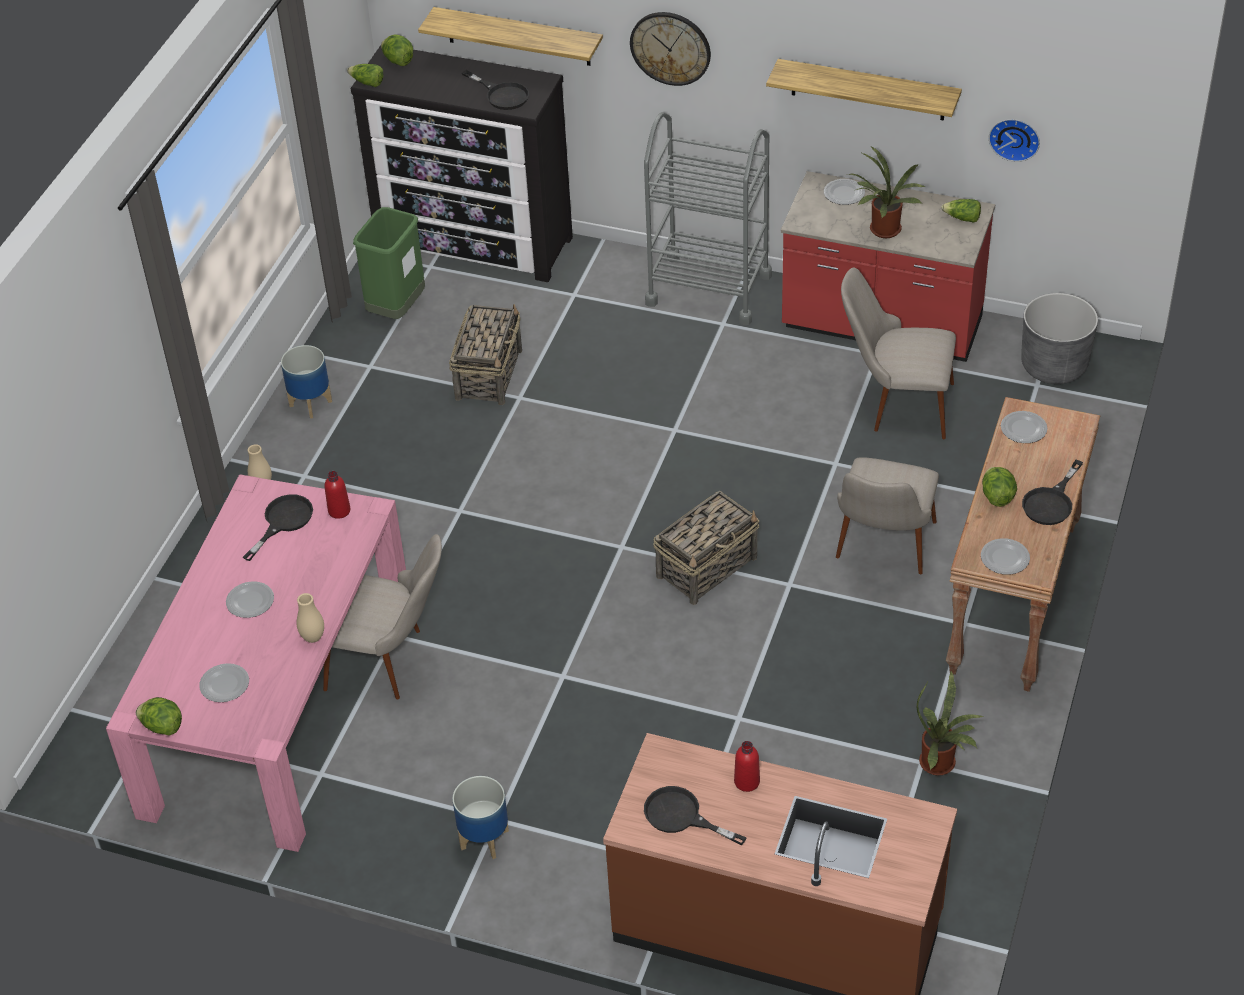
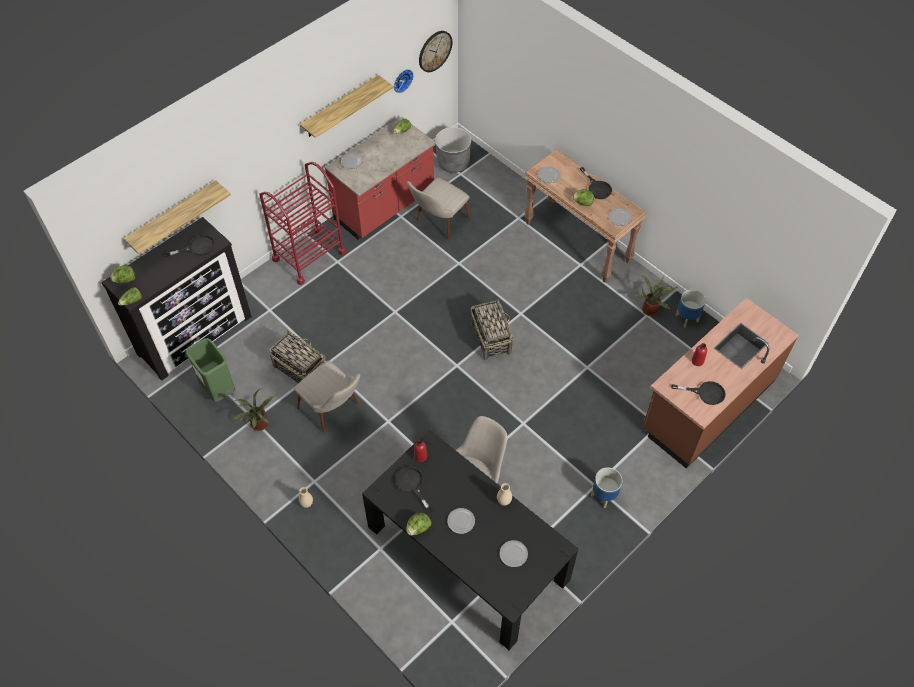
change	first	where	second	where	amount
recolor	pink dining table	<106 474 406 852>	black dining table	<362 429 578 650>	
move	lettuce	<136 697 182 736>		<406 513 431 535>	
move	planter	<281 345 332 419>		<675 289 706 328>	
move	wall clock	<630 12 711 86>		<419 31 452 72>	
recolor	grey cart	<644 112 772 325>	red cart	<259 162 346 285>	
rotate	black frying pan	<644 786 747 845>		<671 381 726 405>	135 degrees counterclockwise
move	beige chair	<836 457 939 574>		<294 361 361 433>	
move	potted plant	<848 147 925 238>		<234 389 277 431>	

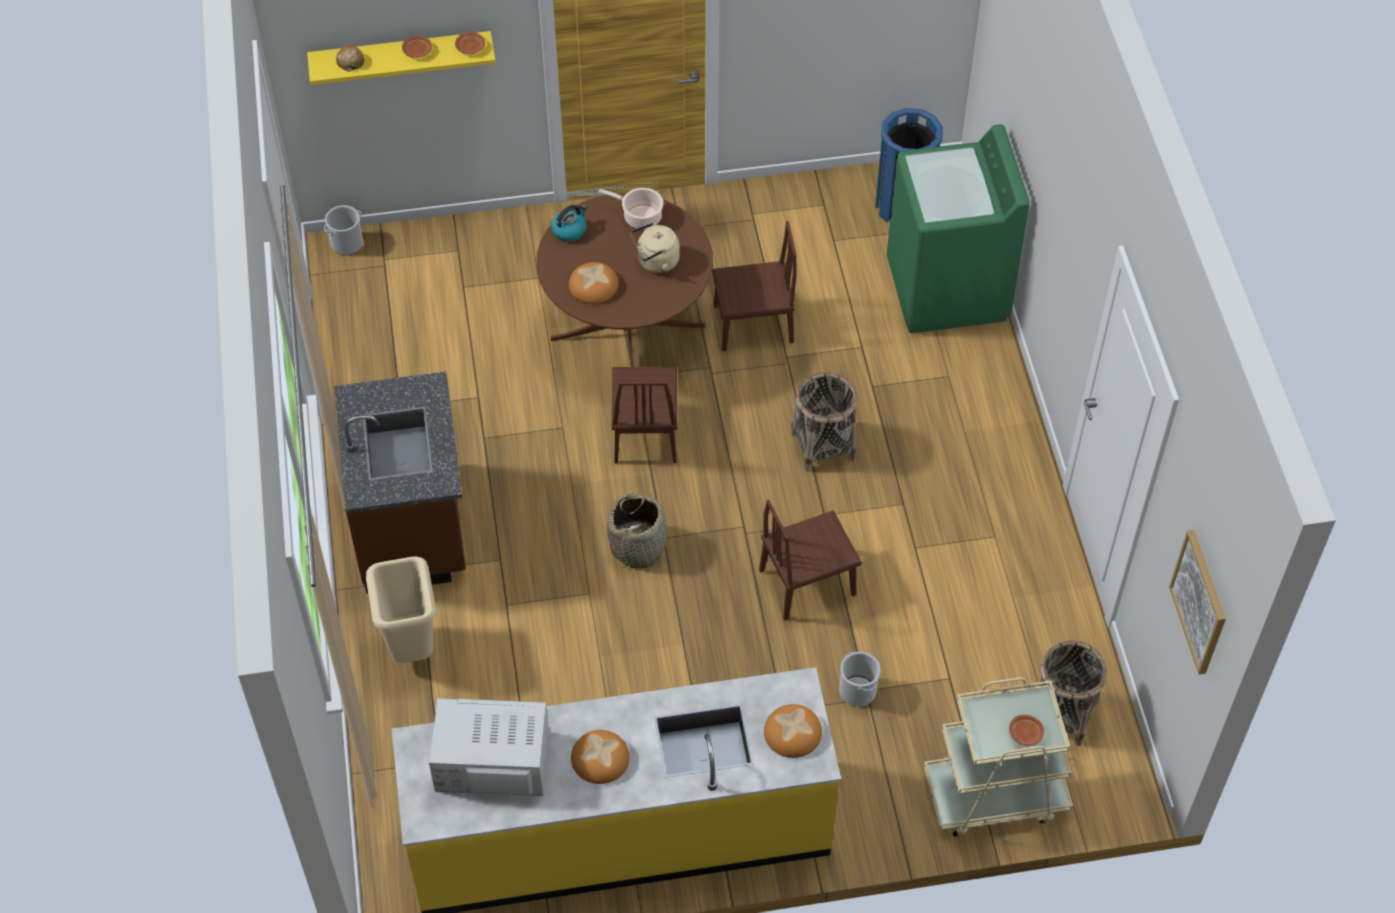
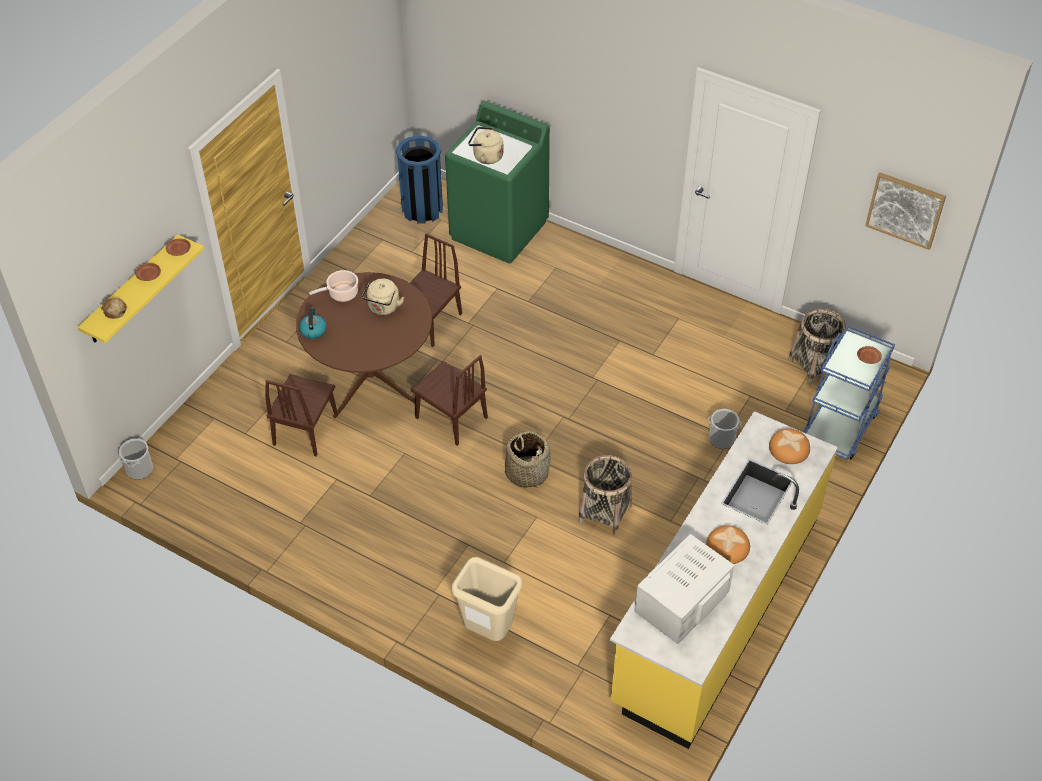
change	first	where	second	where	amount
delete	brown counter	<334 372 466 594>			
delete	bread	<569 262 619 304>			
move	brown chair	<759 500 862 621>		<265 374 337 456>	
move	basket	<790 372 857 472>		<578 455 632 536>	
recolor	beige cart	<924 677 1073 837>	blue cart	<803 325 895 460>	
insert			beige kettle	<468 127 503 164>	

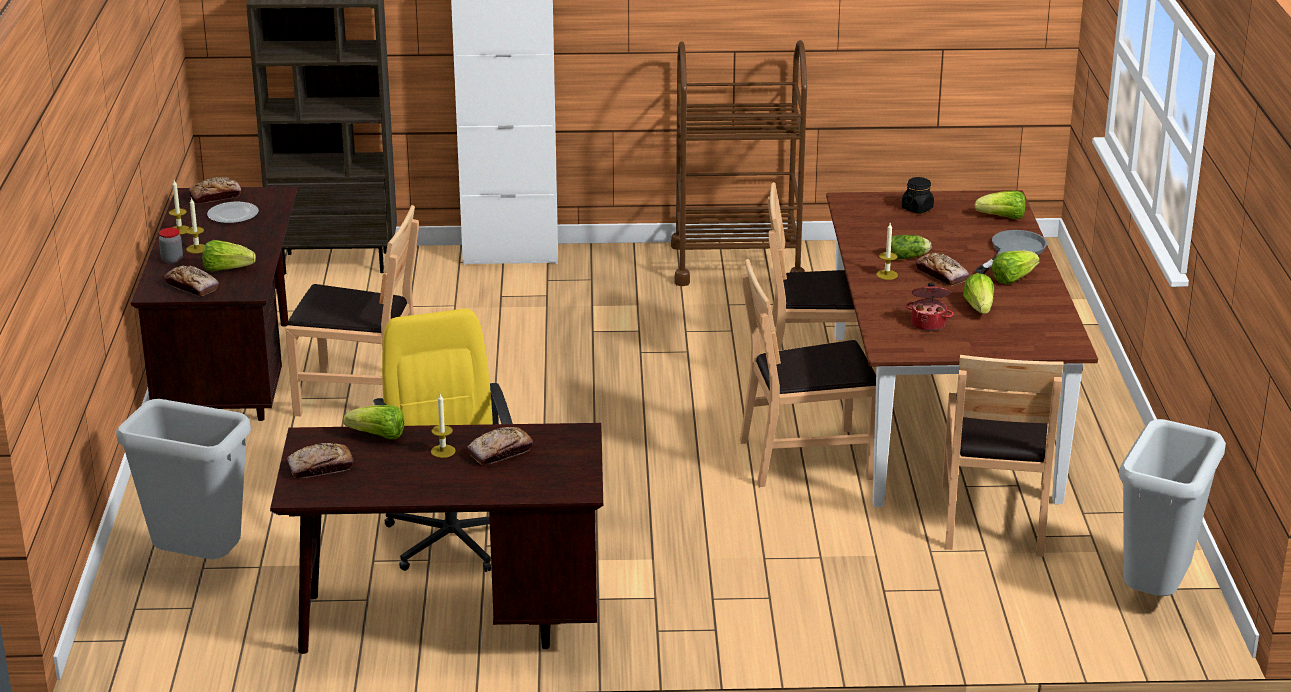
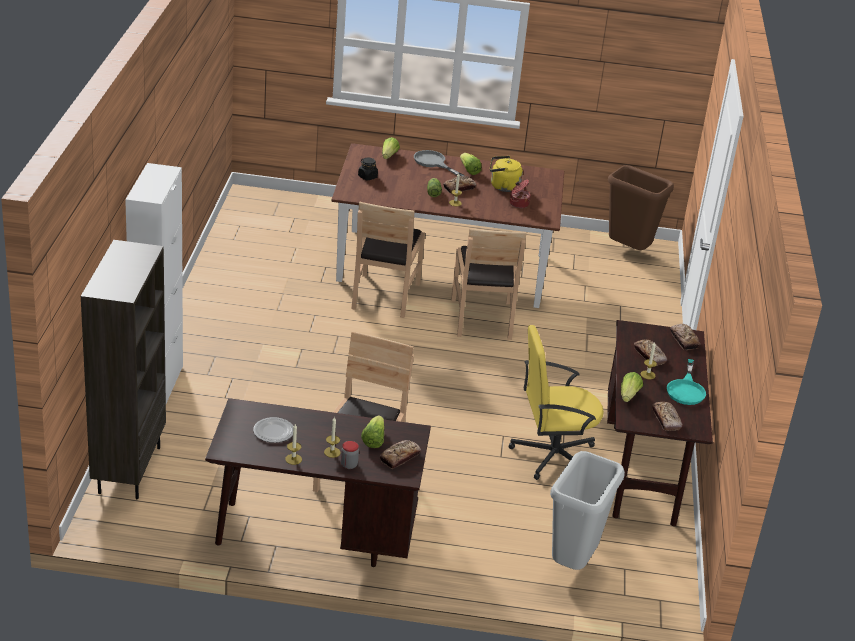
change	first	where	second	where	amount
move	bread	<188 177 241 204>		<670 324 700 350>	
delete	brown cart	<671 40 807 286>			
delete	brown chair	<942 355 1063 557>			
replace	lettuce	<963 273 994 314>	yellow kettle	<490 156 523 192>	
recolor	grey trash can	<1119 419 1226 596>	brown trash can	<608 165 674 250>	
insert			turquoise frying pan	<667 359 706 405>	

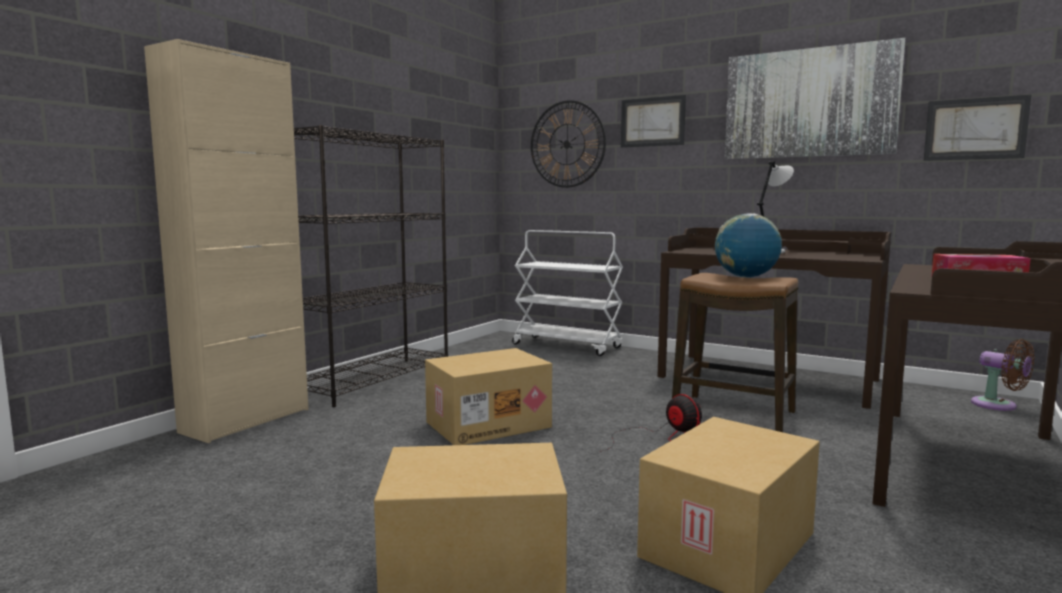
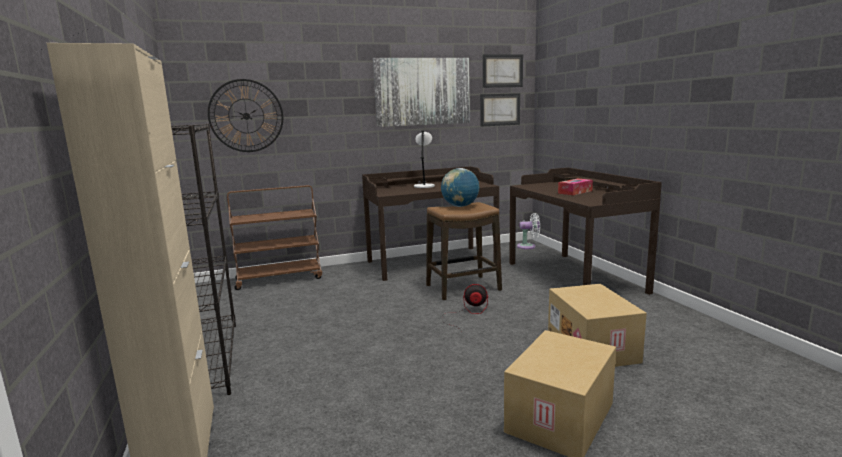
change	first	where	second	where	amount
delete	cardboard box	<425 348 552 445>			
recolor	white cart	<512 230 623 356>	brown cart	<227 185 322 290>	
move	picture	<621 95 686 148>		<483 54 523 88>	
recolor	brown fan	<971 339 1035 411>	white fan	<517 213 540 249>	

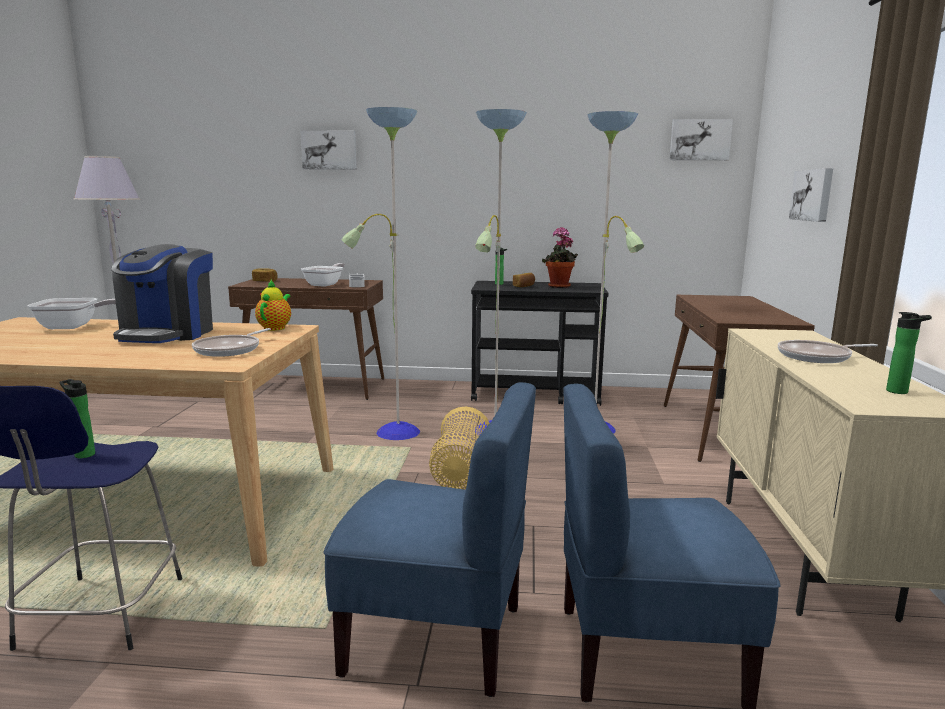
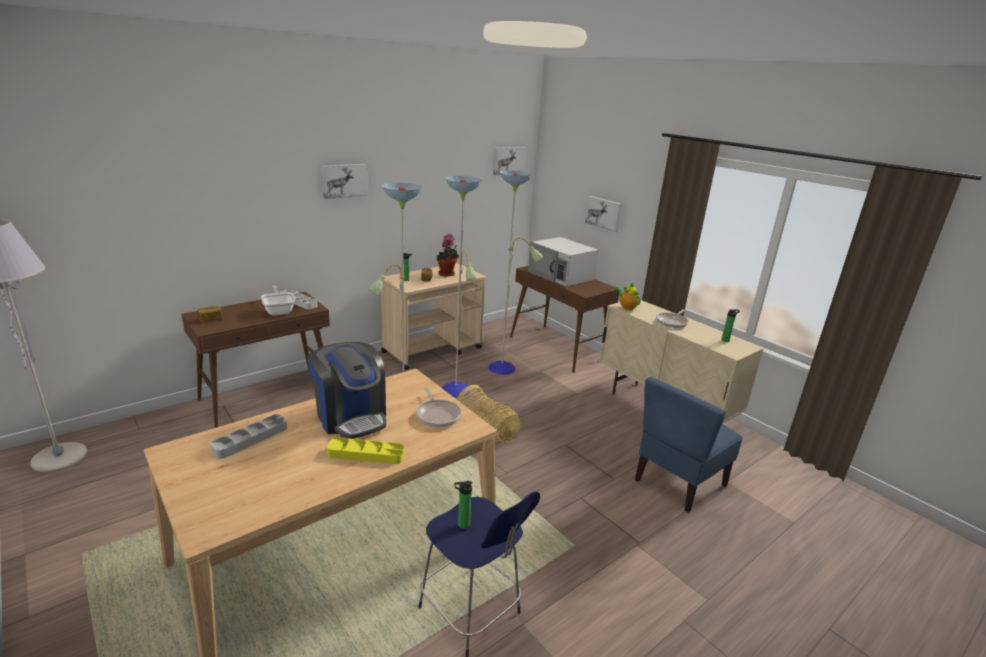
change	first	where	second	where	amount
replace	frying pan	<27 298 116 329>	grey tray	<210 414 287 459>	
move	teapot	<255 280 291 331>		<615 283 641 310>	
move	picture	<300 131 357 170>		<321 164 368 199>	
delete	blue chair	<323 382 536 697>			
recolor	black cart	<471 281 608 406>	beige cart	<381 263 486 370>	
insert			yellow tray	<327 437 405 464>	
insert			white microwave	<528 237 599 286>	

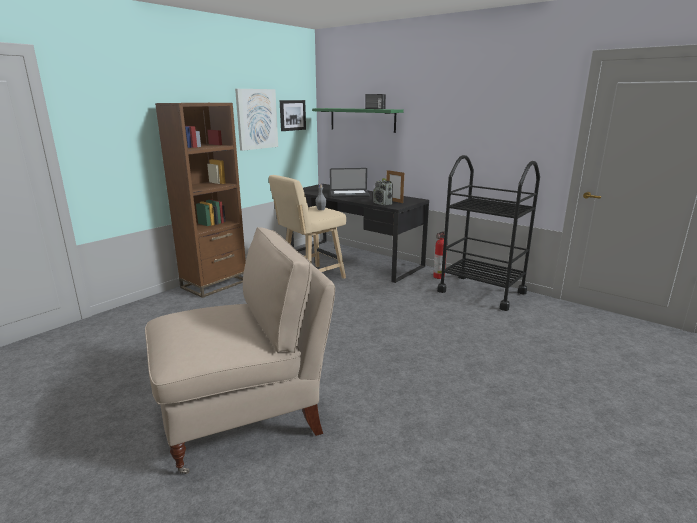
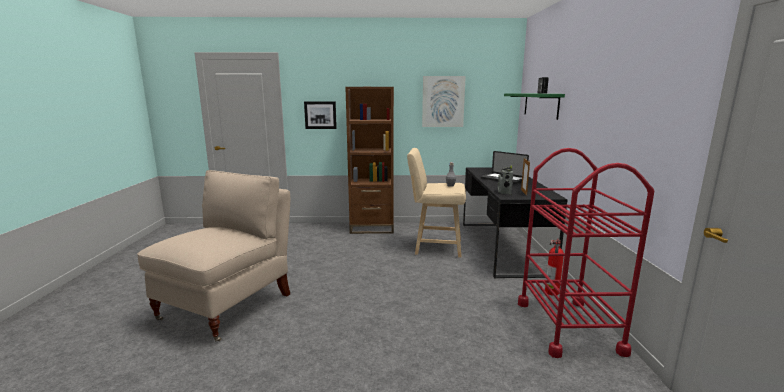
change	first	where	second	where	amount
rotate	beige chair	<145 227 335 474>		<137 170 290 341>	90 degrees counterclockwise
move	picture	<280 100 306 131>		<304 101 337 129>	
recolor	black cart	<437 155 540 311>	red cart	<518 148 654 358>	

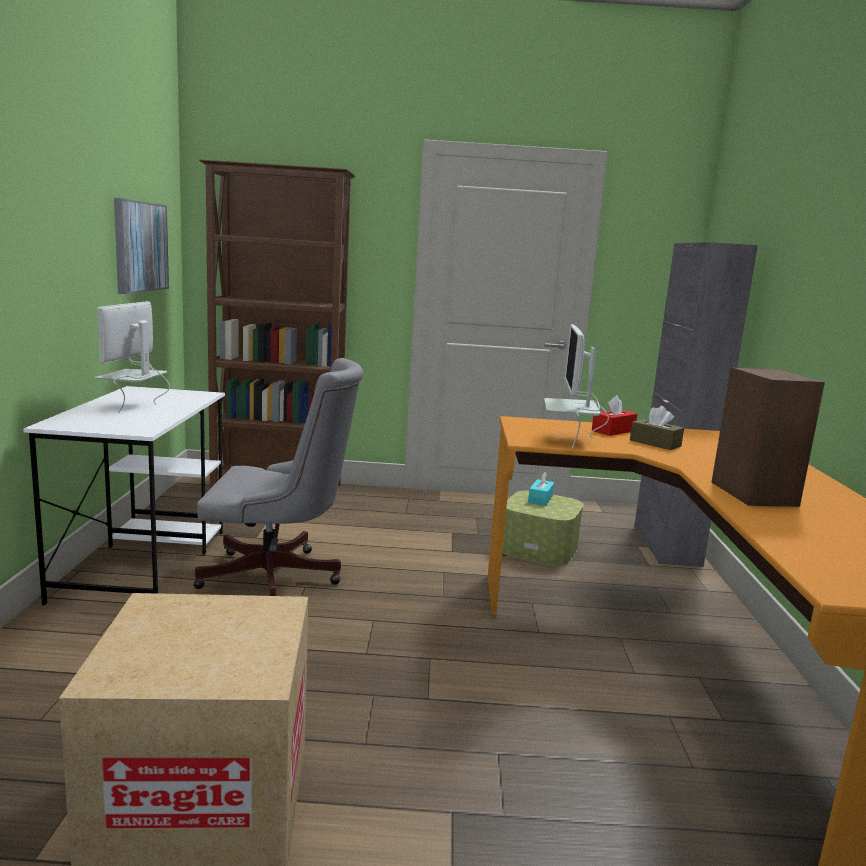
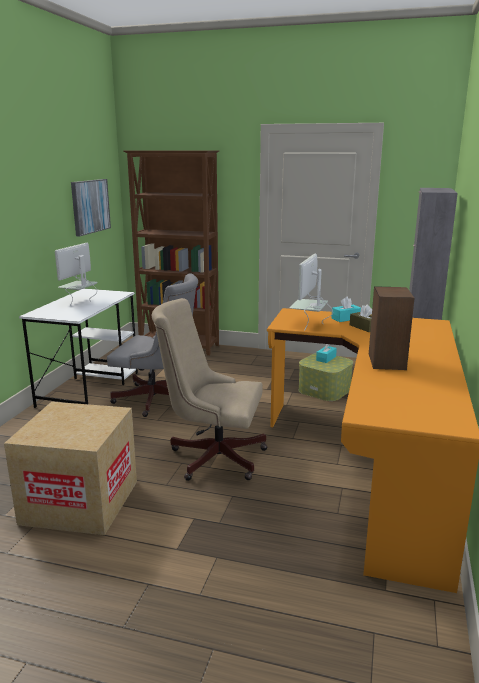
change	first	where	second	where	amount
recolor	red tissue box	<592 395 637 436>	turquoise tissue box	<331 297 361 322>	
insert			beige office chair	<152 298 268 481>	

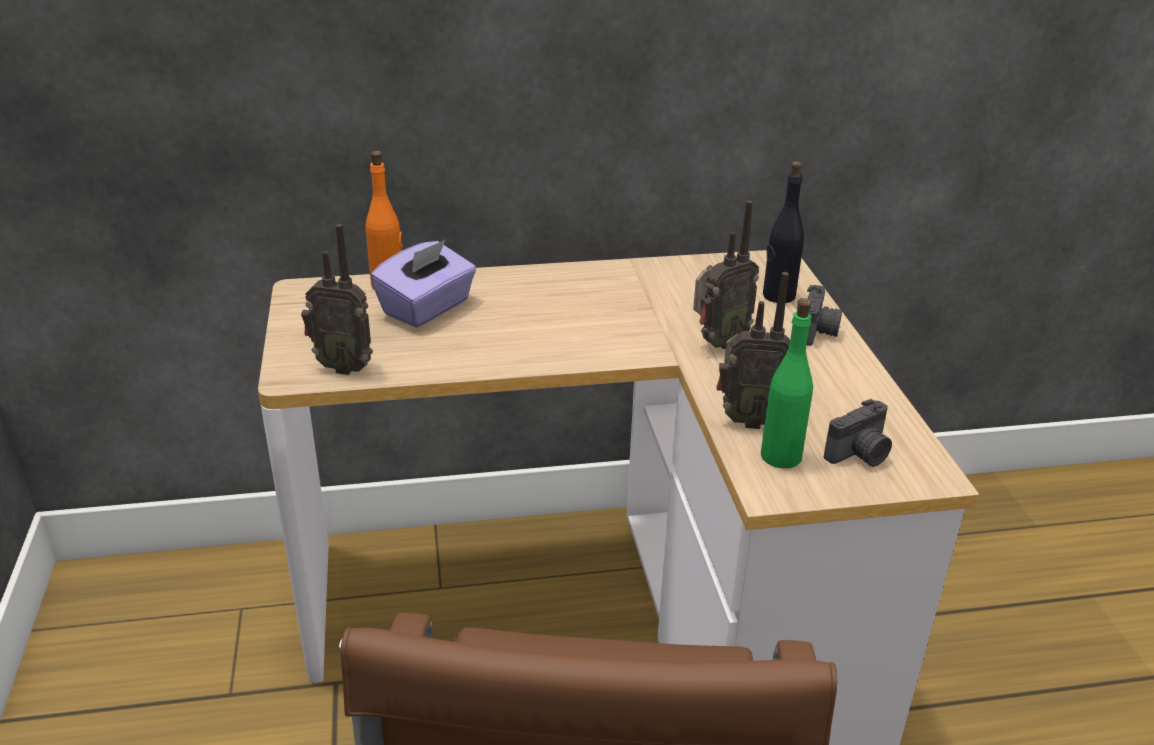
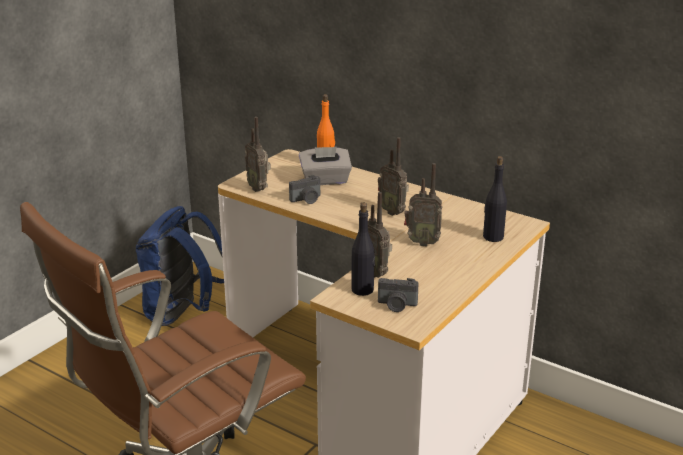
change	first	where	second	where	amount
recolor	purple tissue box	<371 239 476 328>	grey tissue box	<299 147 352 185>	
recolor	green bottle	<761 298 813 468>	black bottle	<351 203 375 296>	
move	photo camera	<806 285 842 346>		<289 175 320 204>	
insert			blue backpack	<136 206 224 326>	
insert			radio	<378 137 409 216>	

